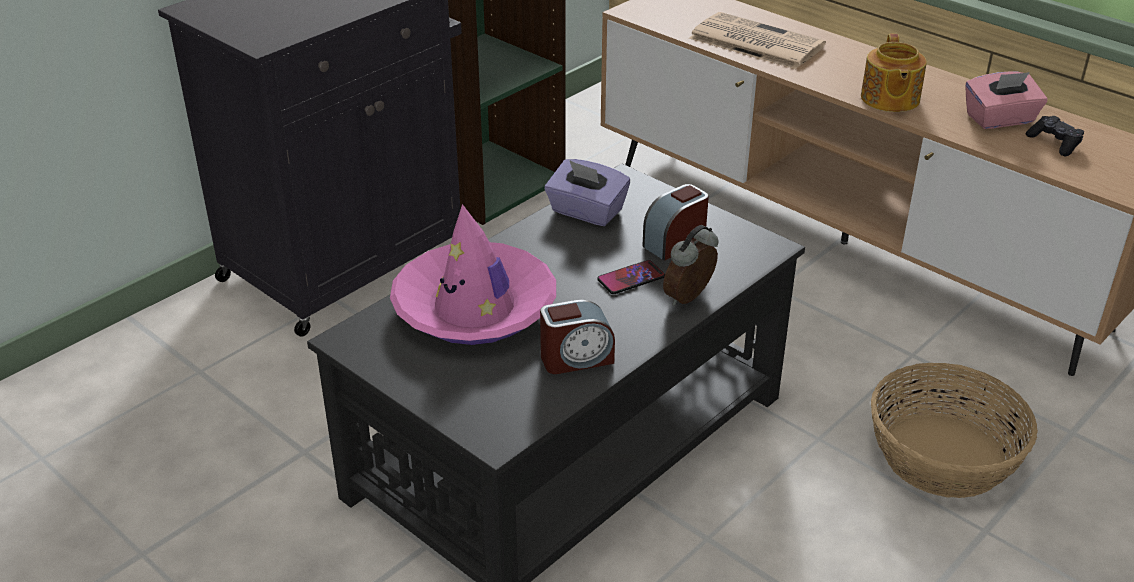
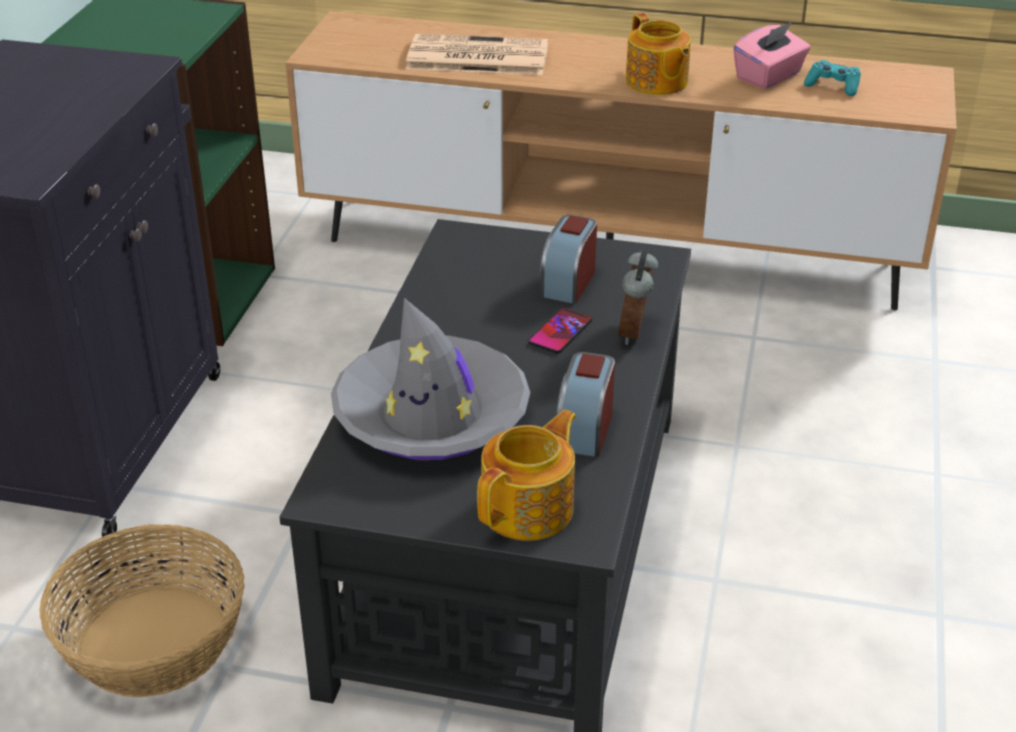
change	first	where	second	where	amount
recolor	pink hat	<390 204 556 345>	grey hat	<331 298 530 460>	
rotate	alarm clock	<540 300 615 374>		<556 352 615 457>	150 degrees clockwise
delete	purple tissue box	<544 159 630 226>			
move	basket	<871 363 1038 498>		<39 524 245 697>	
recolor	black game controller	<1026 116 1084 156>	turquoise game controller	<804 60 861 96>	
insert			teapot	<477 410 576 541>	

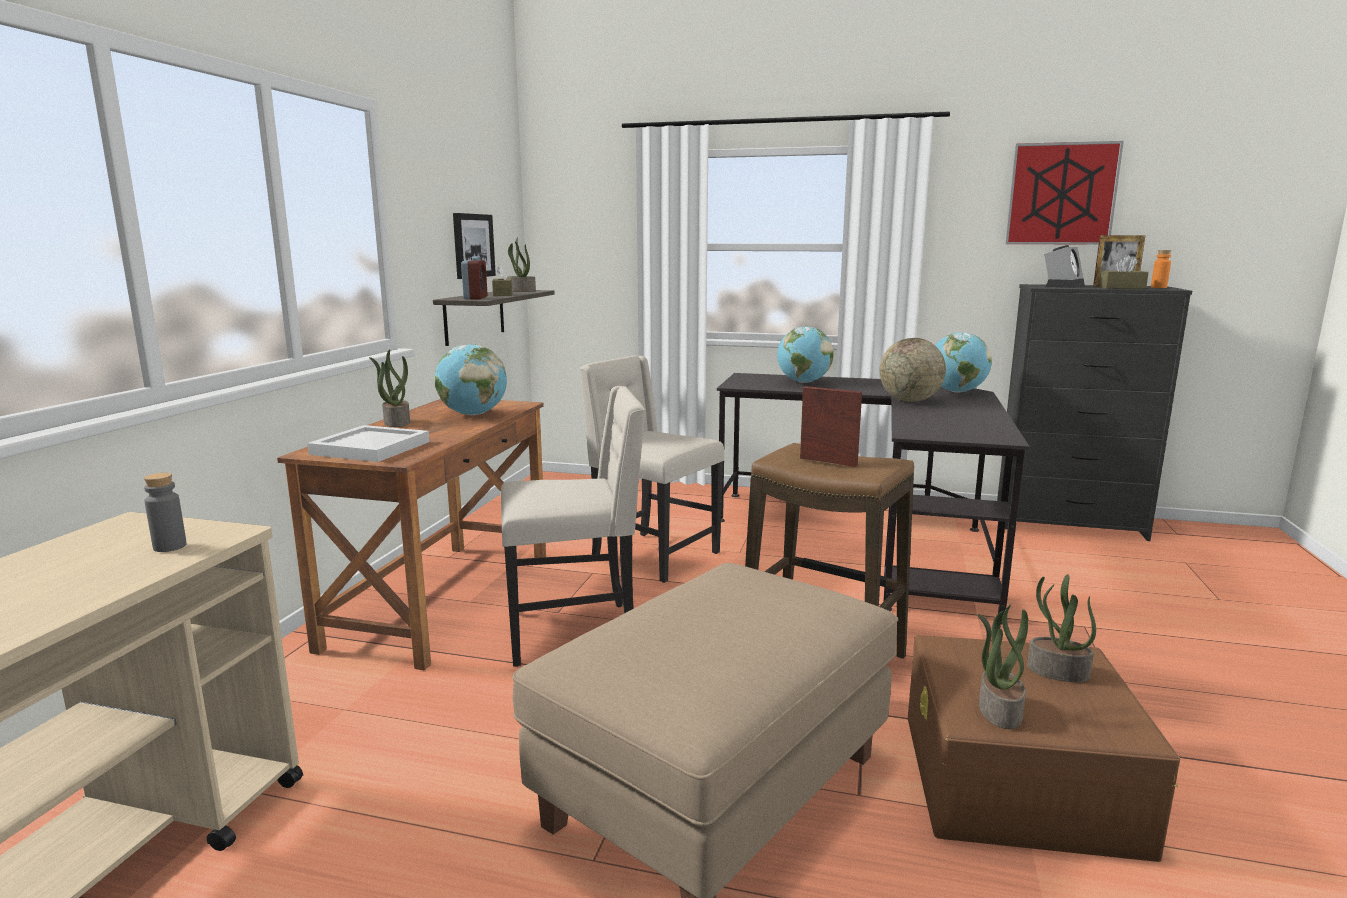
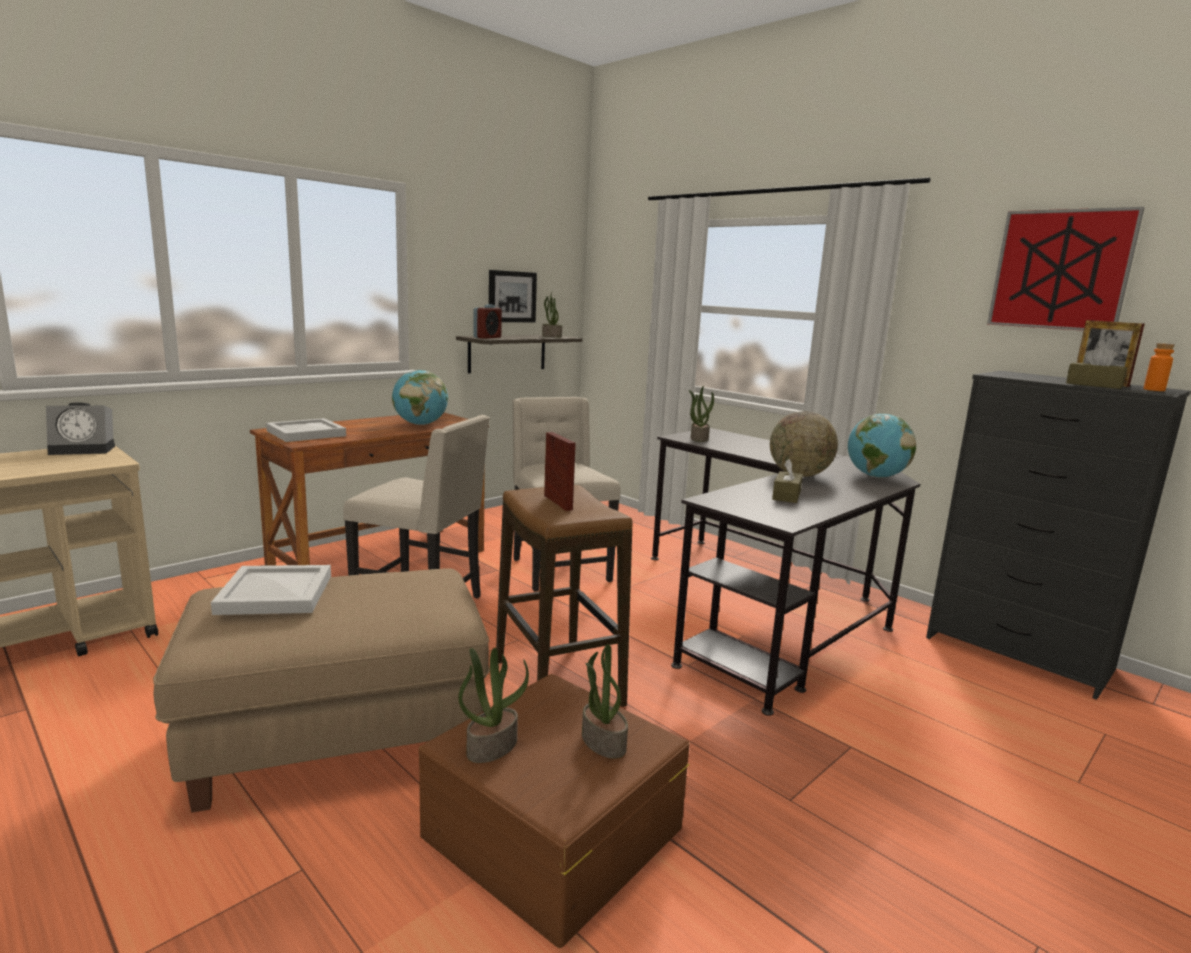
change	first	where	second	where	amount
delete	grey bottle	<144 473 187 552>			
move	potted plant	<369 349 410 427>		<689 386 714 442>	
move	brown tissue box	<492 265 512 296>		<772 459 803 503>	
delete	globe	<777 327 834 383>			
move	alarm clock	<1044 245 1085 288>		<46 403 115 455>	
insert			white tray	<211 565 331 615>	

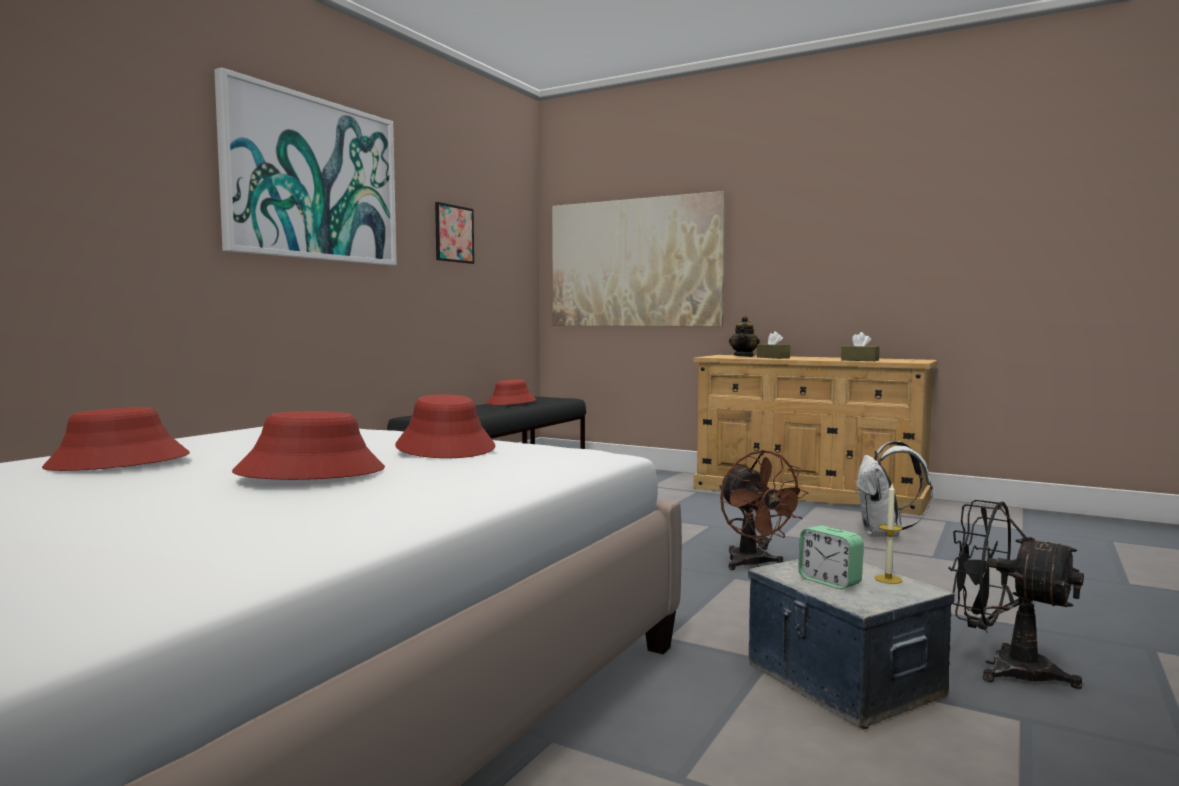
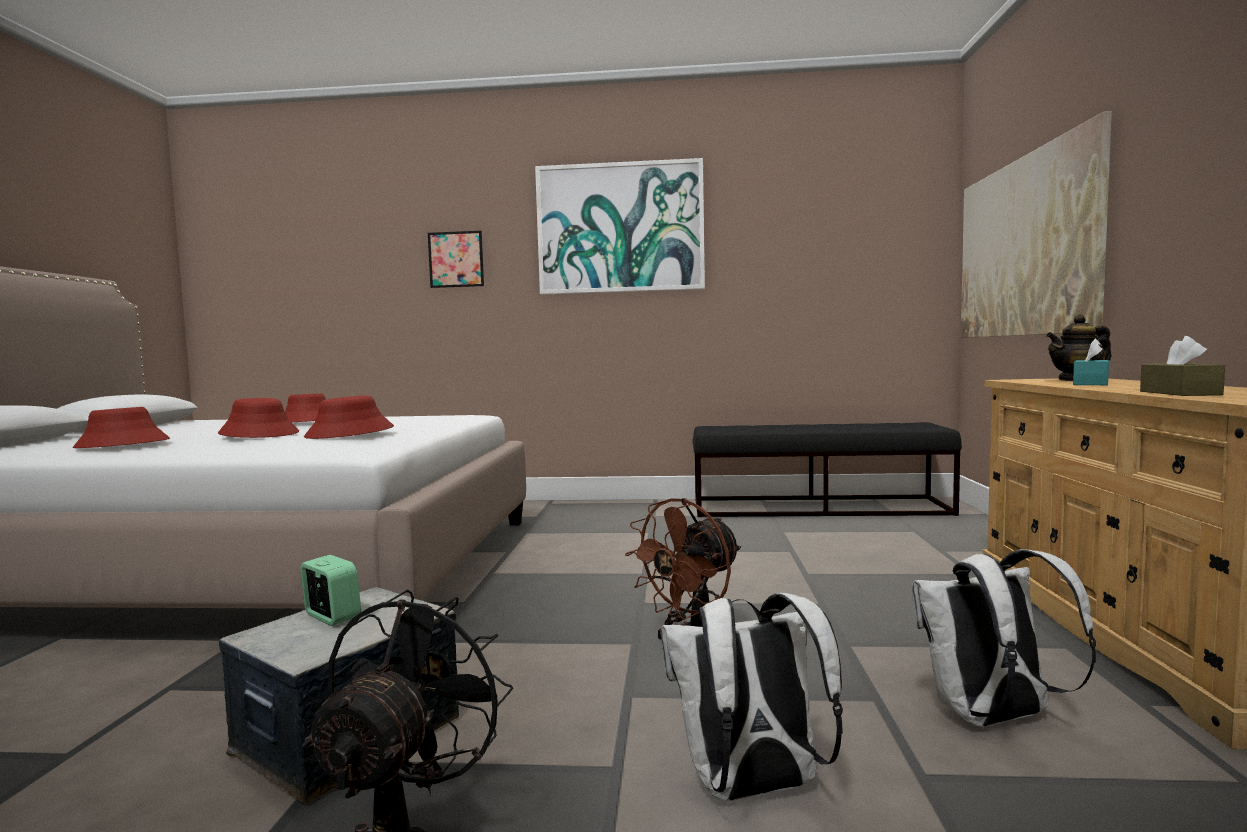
change	first	where	second	where	amount
move	picture	<435 202 474 264>		<428 231 484 288>	
move	red hat	<487 379 536 405>		<73 407 170 448>	
recolor	brown tissue box	<757 331 790 359>	turquoise tissue box	<1073 339 1109 385>	
rotate	alarm clock	<798 525 864 589>		<300 555 361 626>	105 degrees clockwise
delete	candle	<874 484 902 584>			
insert			white backpack	<661 592 843 801>	

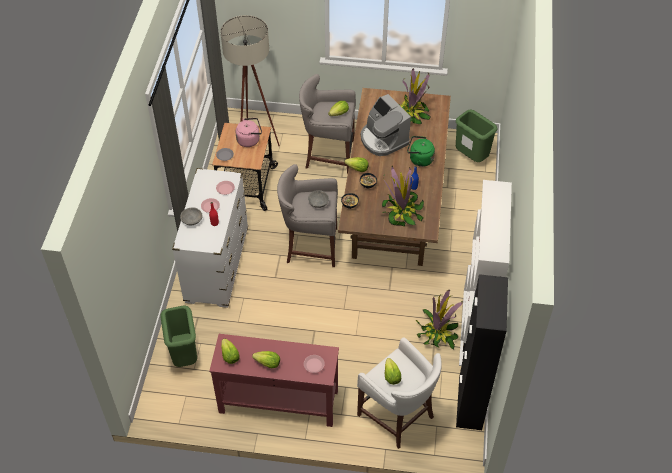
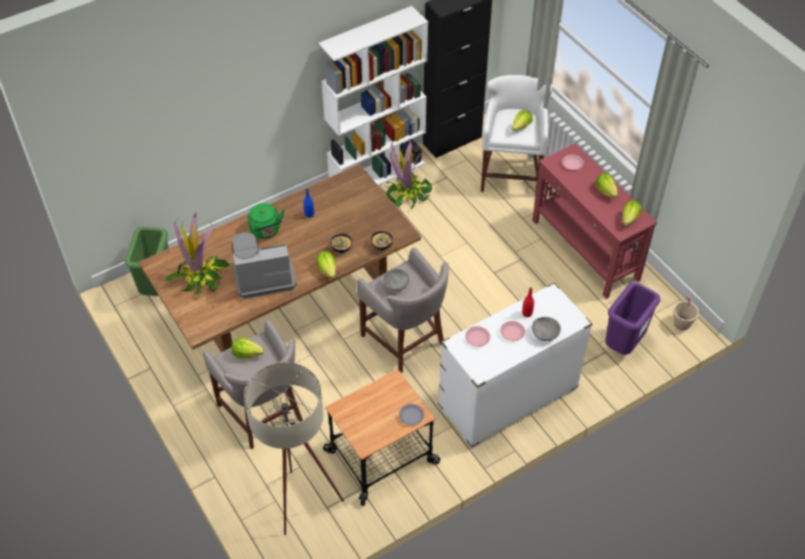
change	first	where	second	where	amount
recolor	green trash can	<160 305 197 367>	purple trash can	<605 282 660 355>	
delete	pink kettle	<236 118 262 147>			
rotate	coffee machine	<361 94 411 156>		<232 233 297 299>	120 degrees counterclockwise
delete	potted plant	<382 166 424 227>			
insert			beige bucket	<673 295 699 330>	

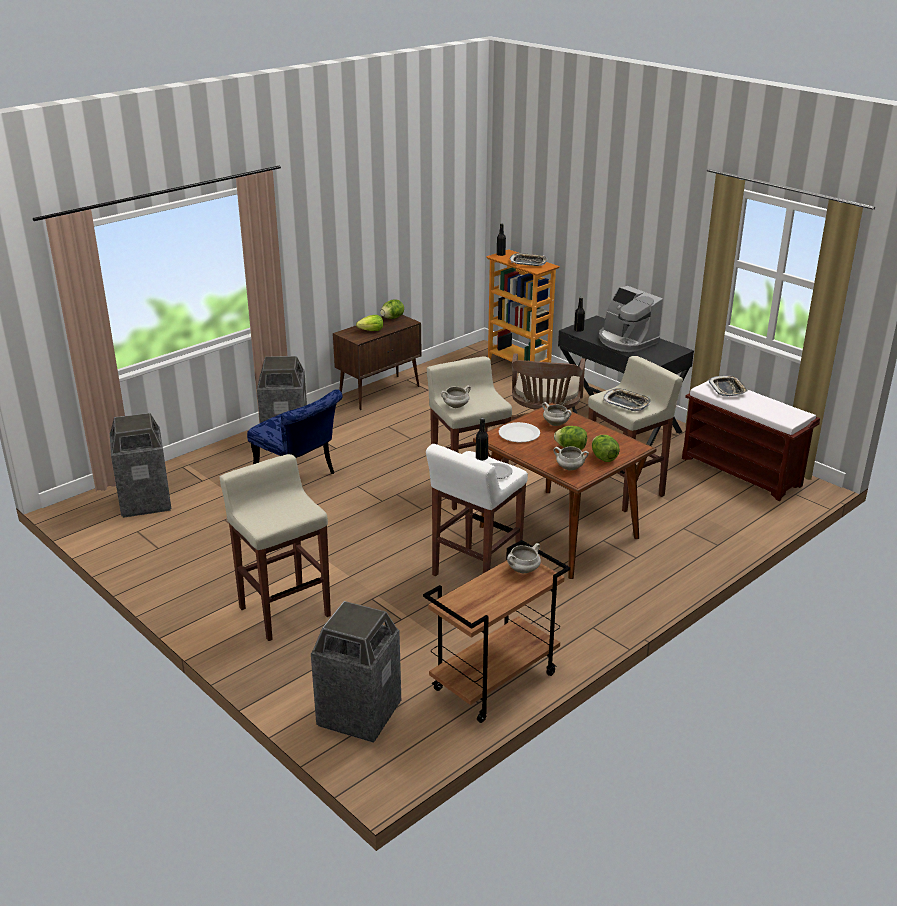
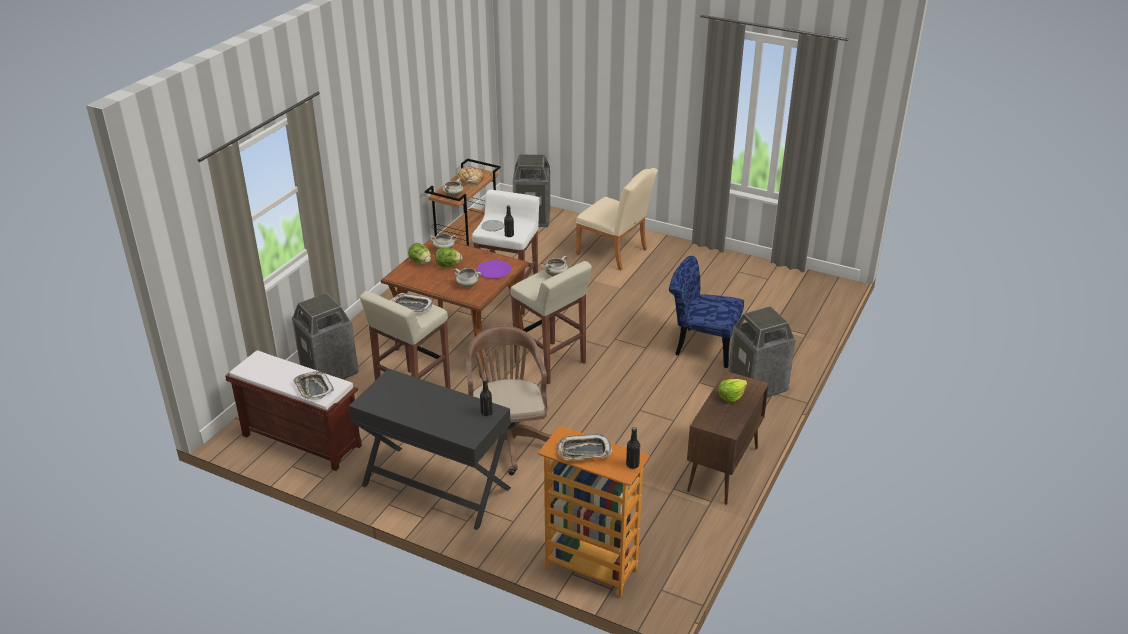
change	first	where	second	where	amount
move	trash can	<110 413 172 518>		<292 293 359 379>	
replace	beige stool	<219 454 331 641>	beige chair	<576 168 658 270>	
delete	lettuce	<380 299 404 319>			
recolor	white plate	<499 422 540 442>	purple plate	<477 260 511 279>	
delete	coffee machine	<599 286 663 352>			
insert			bread	<457 166 484 185>	

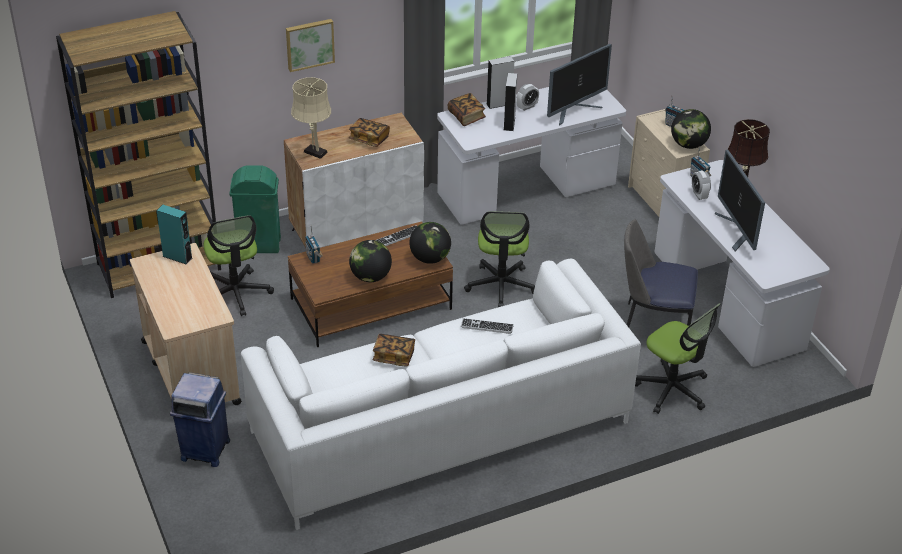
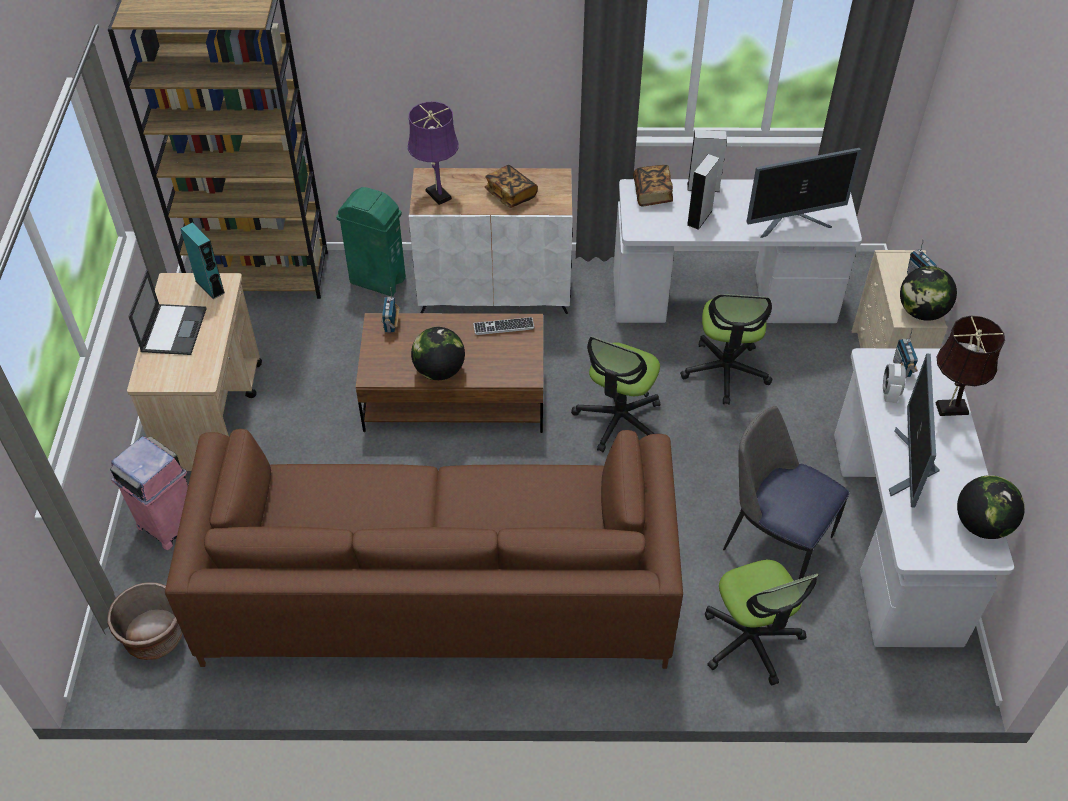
change	first	where	second	where	amount
recolor	blue trash can	<170 372 230 467>	pink trash can	<110 436 188 550>	
move	office chair	<204 215 274 316>		<680 294 772 405>	
recolor	white sofa	<241 259 641 530>	brown sofa	<165 429 683 669>	
delete	picture	<286 19 335 72>			
recolor	beige table lamp	<291 77 331 159>	purple table lamp	<408 102 459 205>	
delete	book	<373 334 415 366>			
move	globe	<409 222 451 264>		<957 475 1025 539>	
delete	keyboard	<461 318 514 334>			
delete	alarm clock	<516 84 539 111>			
insert			brown planter	<107 583 182 660>	
insert			laptop	<128 270 206 355>	

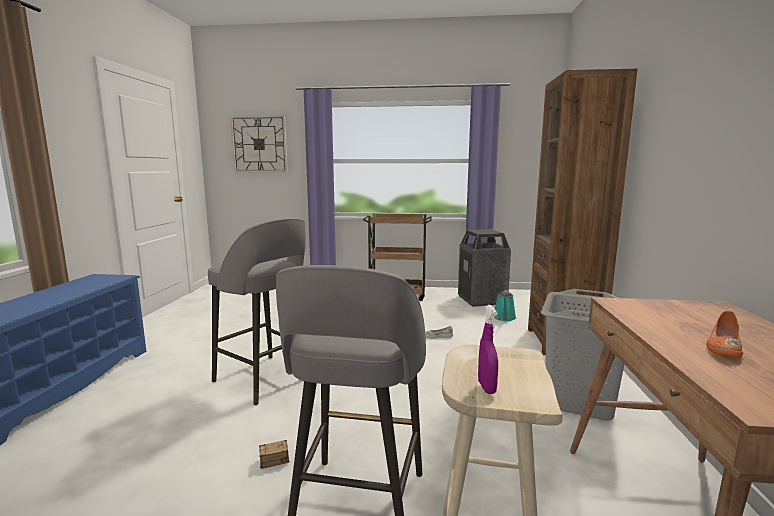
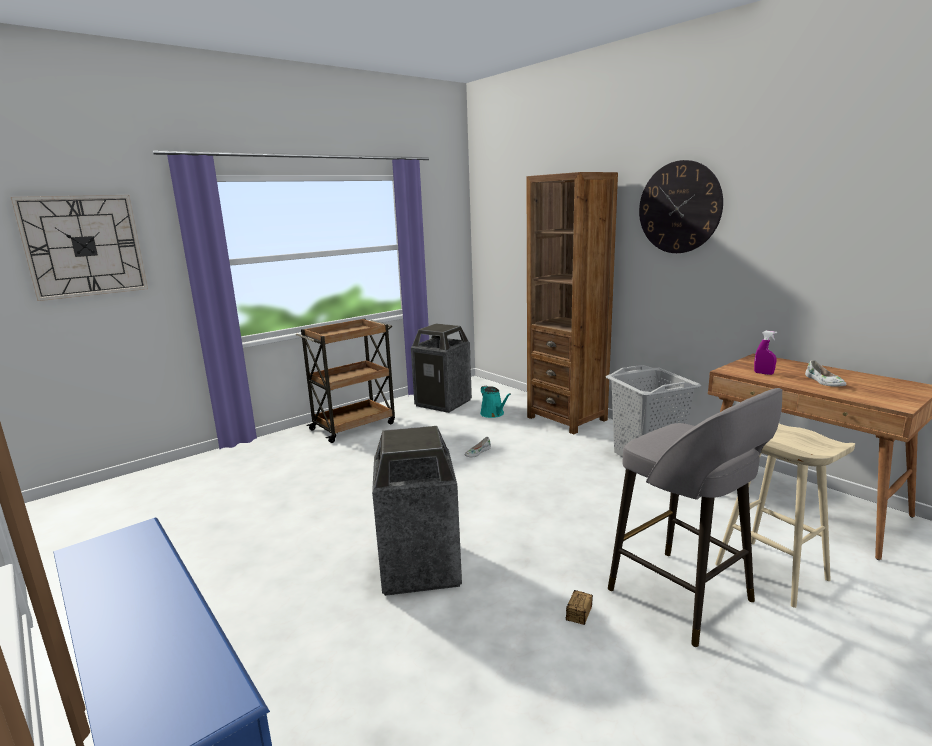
change	first	where	second	where	amount
replace	grey stool	<208 218 306 405>	trash can	<372 426 462 596>	
move	purple spray bottle	<478 305 498 394>		<754 331 777 375>	
recolor	orange shoe	<706 311 743 359>	white shoe	<805 360 846 387>	
insert			wall clock	<639 160 723 253>	

